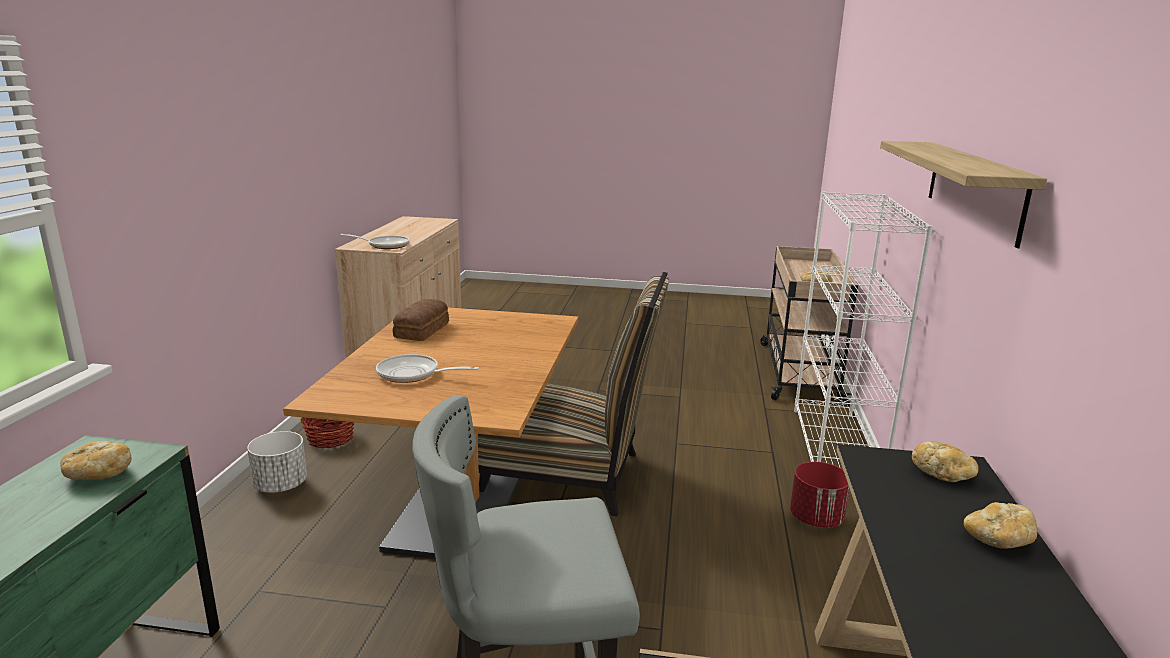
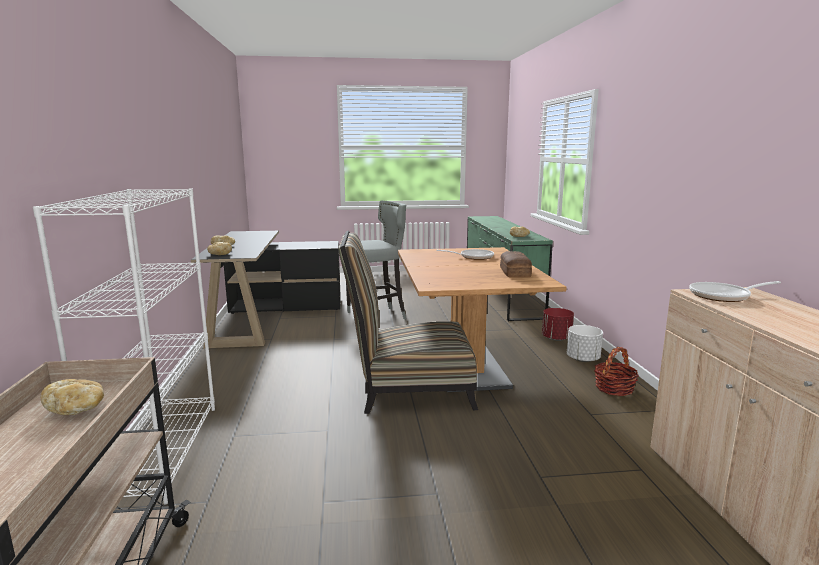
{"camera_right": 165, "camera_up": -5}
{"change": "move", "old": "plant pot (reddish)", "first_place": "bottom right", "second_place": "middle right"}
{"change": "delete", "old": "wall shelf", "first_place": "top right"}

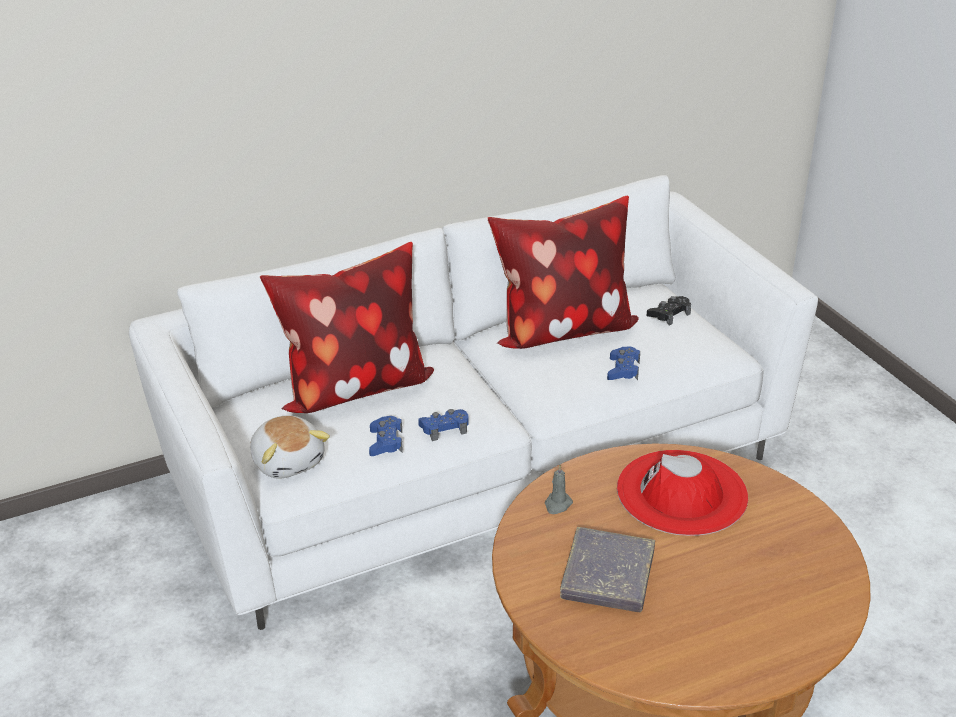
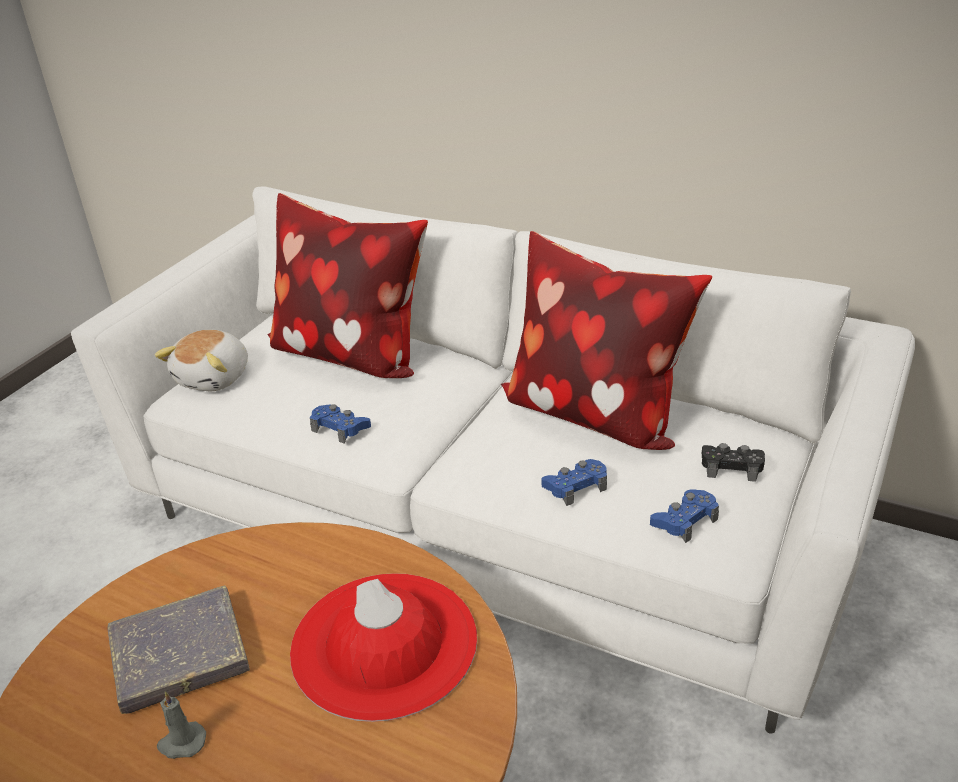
{"camera_right": 55, "camera_up": 0}
{"change": "move", "old": "wax candle (grey)", "first_place": "bottom centre", "second_place": "bottom left"}
{"change": "move", "old": "joypad (bluish) (1st from left in the first image)", "new": "joypad (bluish) (3rd from left)", "first_place": "centre", "second_place": "middle right"}

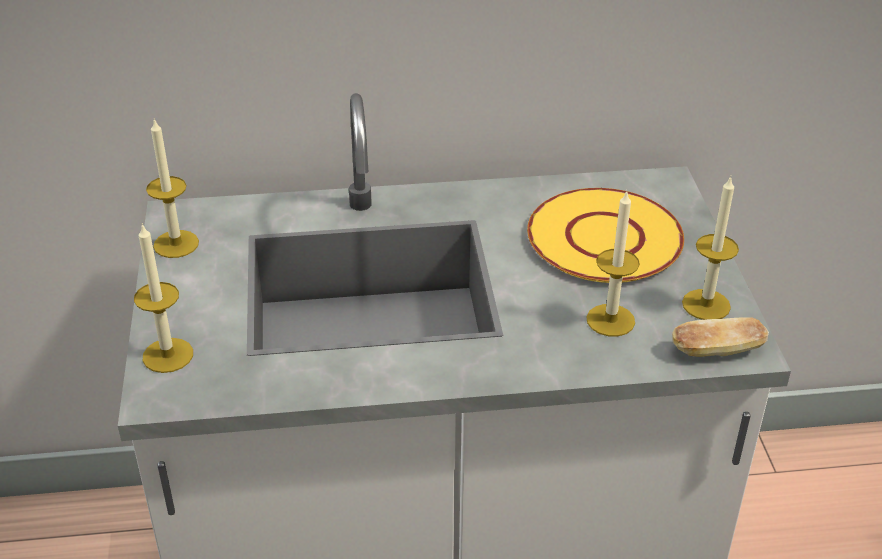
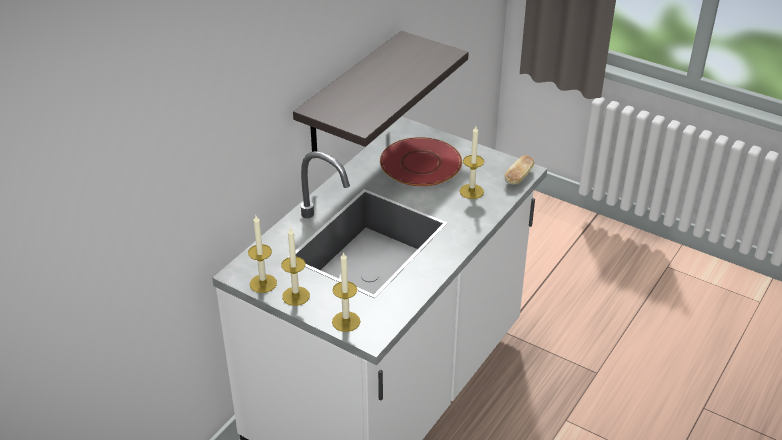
{"camera_right": -50, "camera_up": 0}
{"change": "move", "old": "wax candle (4th from left in the first image)", "new": "wax candle (2nd from left)", "first_place": "middle right", "second_place": "centre"}
{"change": "insert", "new": "wall shelf", "second_place": "top centre"}
{"change": "recolor", "old": "plate (yellow-coloured)", "new": "plate (reddish)", "first_place": "middle right", "second_place": "centre"}

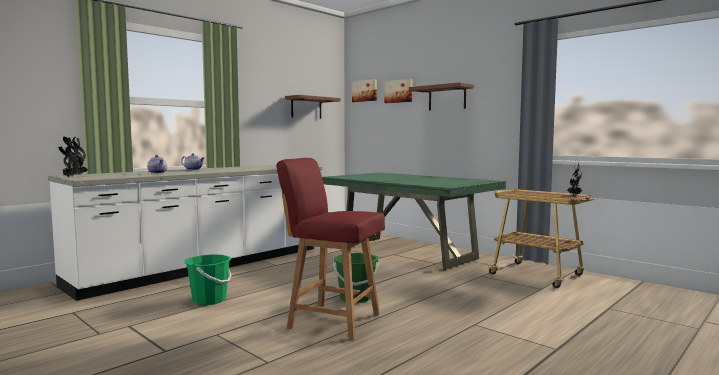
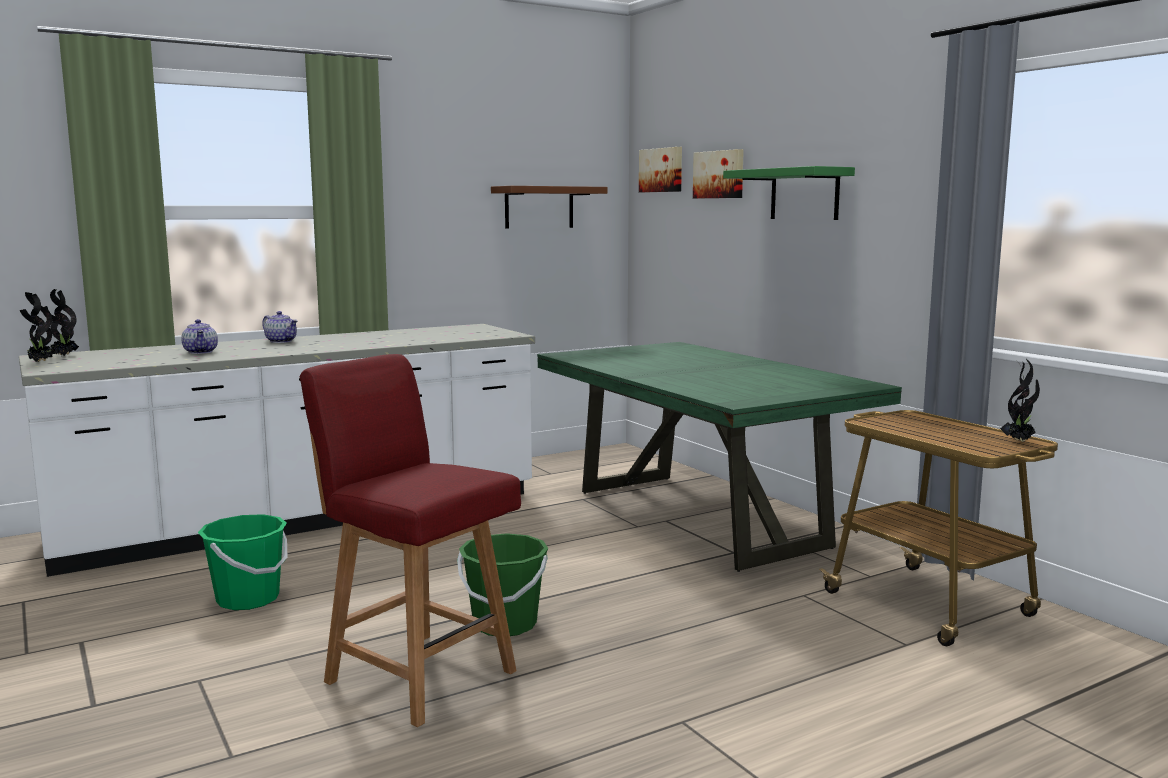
{"camera_right": 15, "camera_up": 5}
{"change": "recolor", "old": "wall shelf (brownish) (2nd from left)", "new": "wall shelf (green-coloured)", "first_place": "top centre", "second_place": "top right"}

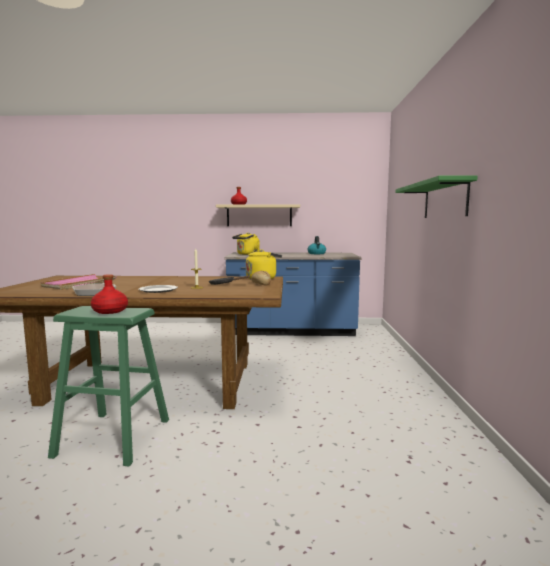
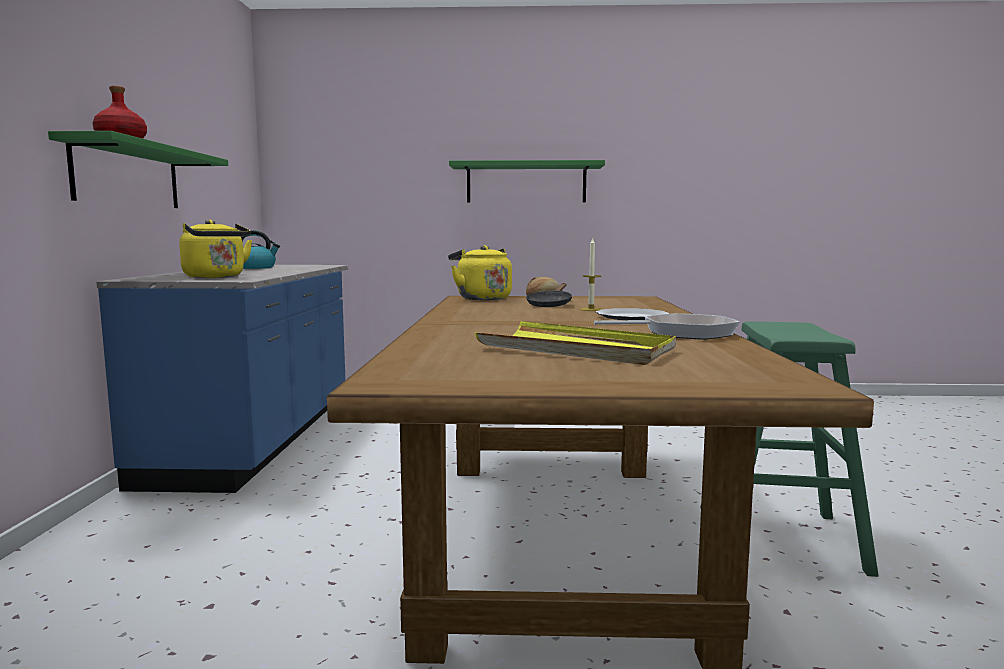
{"camera_right": -90, "camera_up": 0}
{"change": "recolor", "old": "wall shelf (sand-coloured)", "new": "wall shelf (green-coloured) (1st from left)", "first_place": "centre", "second_place": "top left"}
{"change": "recolor", "old": "tray (pinkish)", "new": "tray (yellow-coloured)", "first_place": "middle left", "second_place": "centre"}
{"change": "delete", "old": "bottle (reddish) (1st from left)", "first_place": "middle left"}

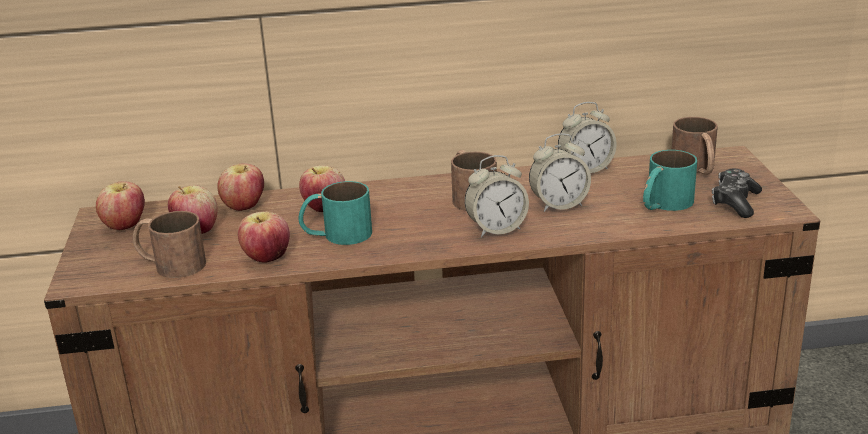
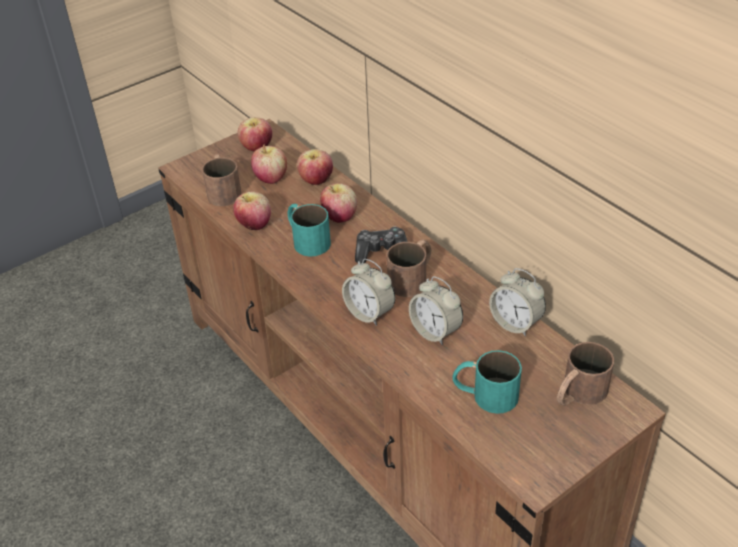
{"camera_right": 60, "camera_up": 15}
{"change": "move", "old": "joypad", "first_place": "middle right", "second_place": "centre"}

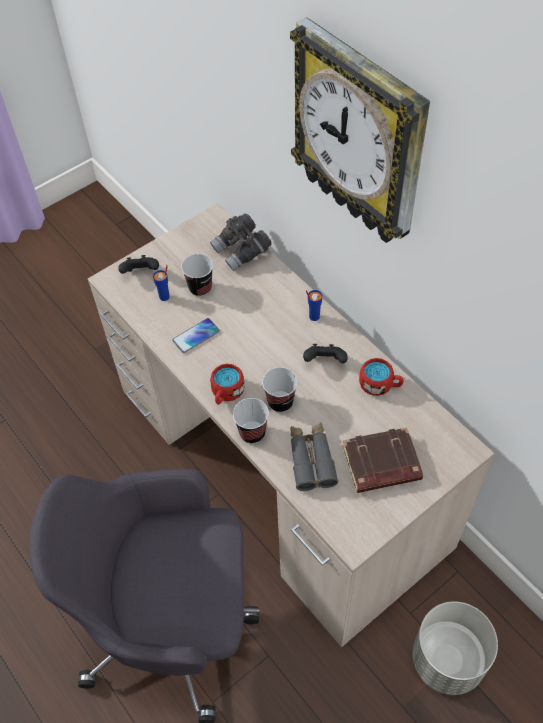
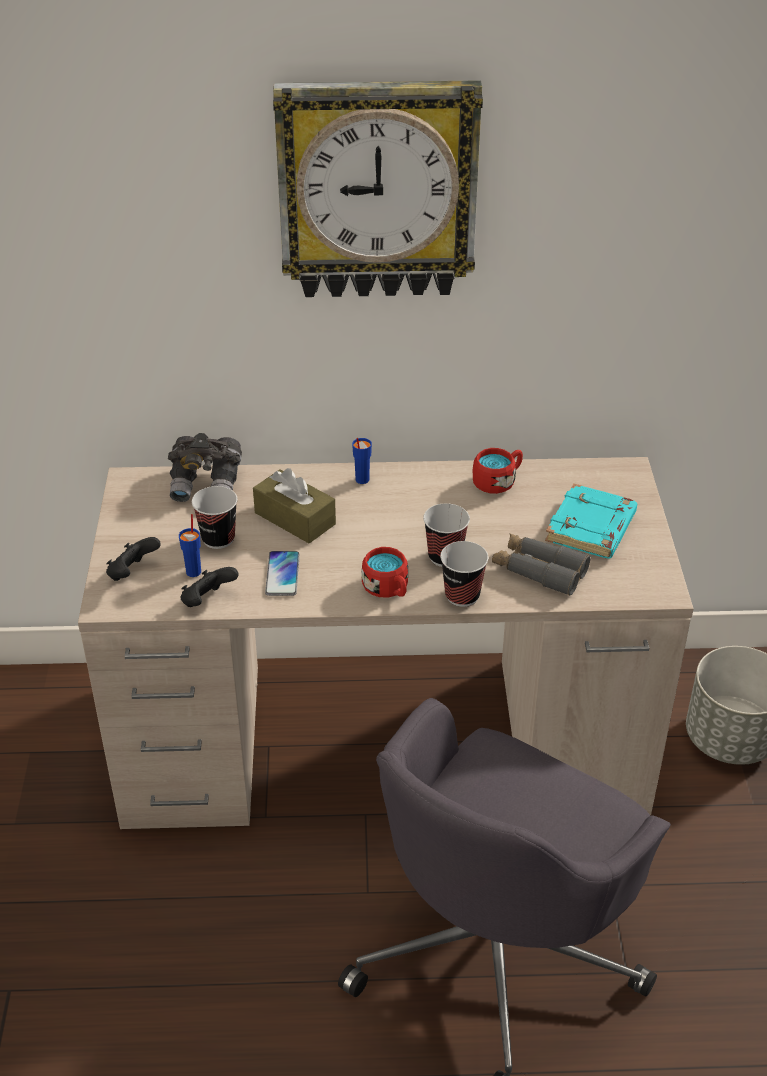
{"camera_right": -55, "camera_up": -15}
{"change": "move", "old": "joypad (black) (2nd from left)", "first_place": "centre", "second_place": "middle left"}
{"change": "insert", "new": "tissue box (brownish)", "second_place": "centre"}
{"change": "recolor", "old": "volume (brownish)", "new": "volume (turquoise)", "first_place": "middle right", "second_place": "middle right"}

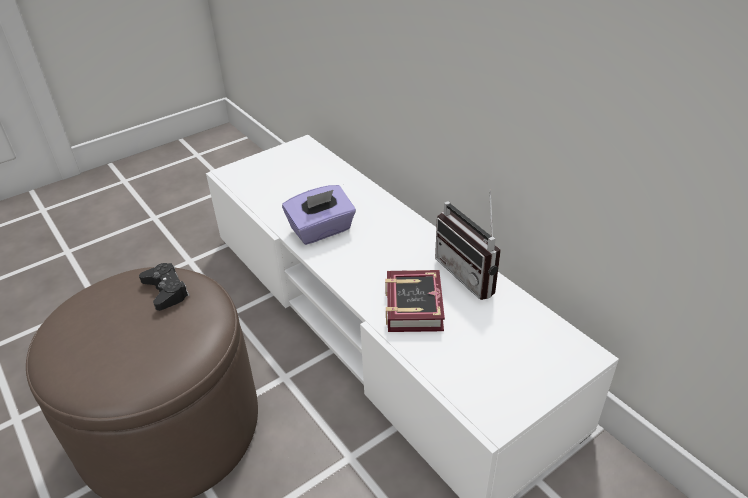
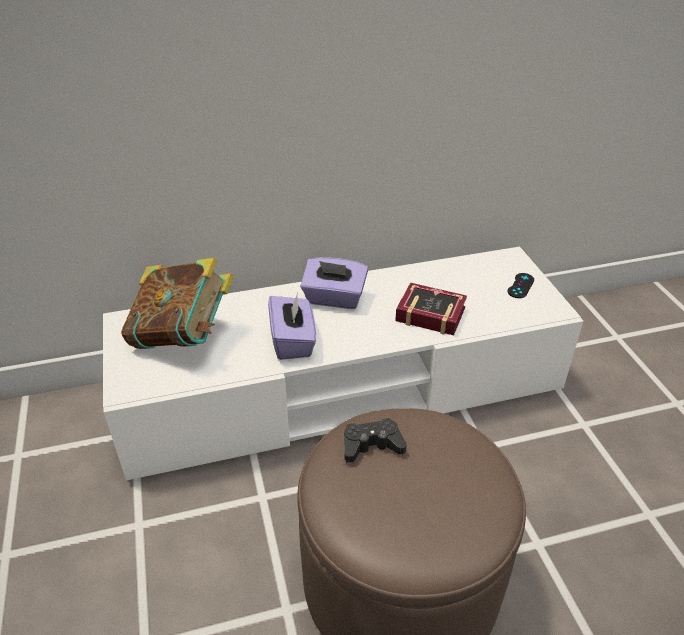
{"camera_right": -70, "camera_up": 0}
{"change": "insert", "new": "volume (1st from left)", "second_place": "middle left"}
{"change": "insert", "new": "tissue box (purplish) (2nd from left)", "second_place": "centre"}
{"change": "insert", "new": "joypad (black) (2nd from left)", "second_place": "middle right"}
{"change": "delete", "old": "radio receiver", "first_place": "centre"}

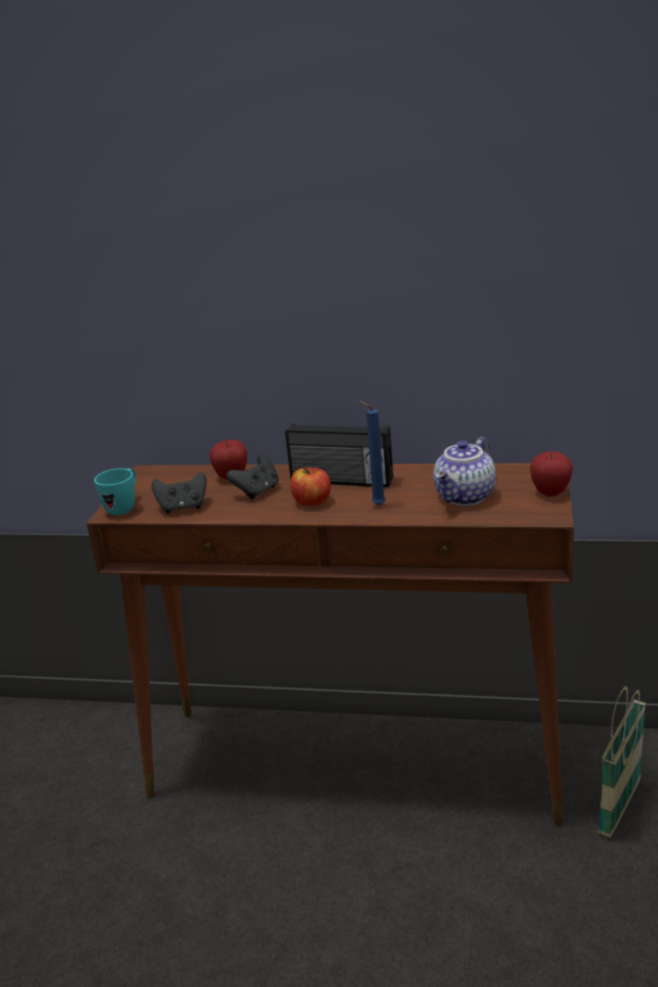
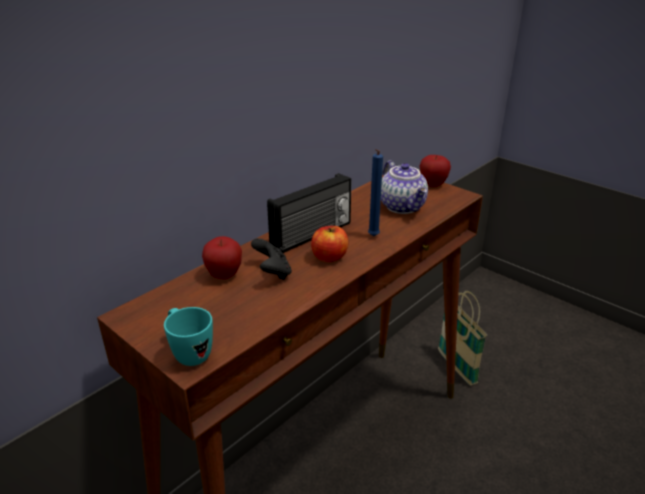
{"camera_right": -60, "camera_up": 5}
{"change": "delete", "old": "joypad (black) (1st from left)", "first_place": "middle left"}

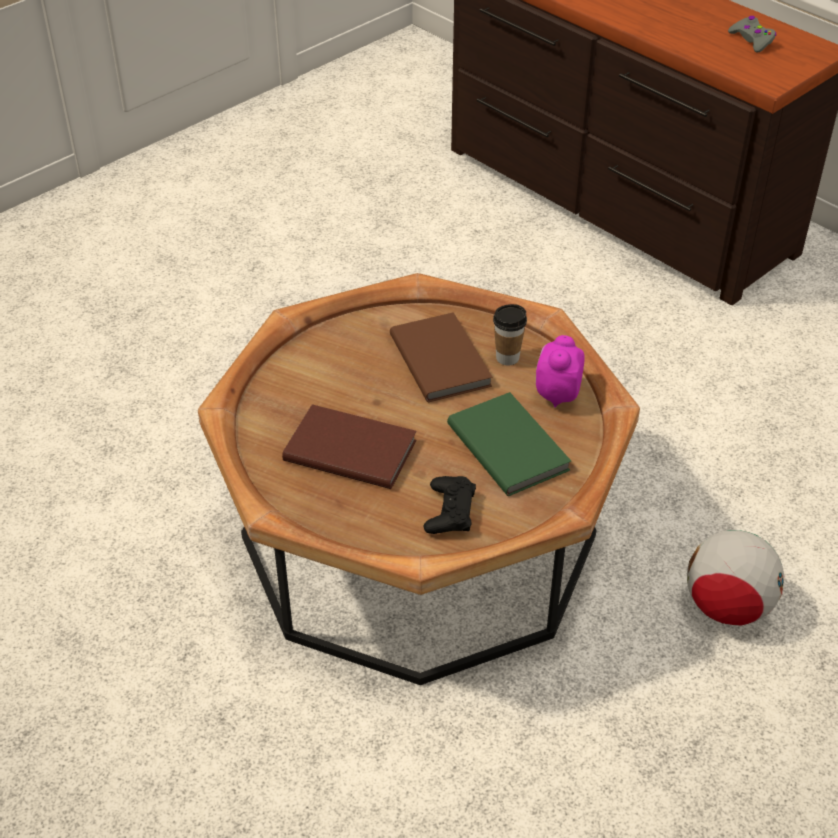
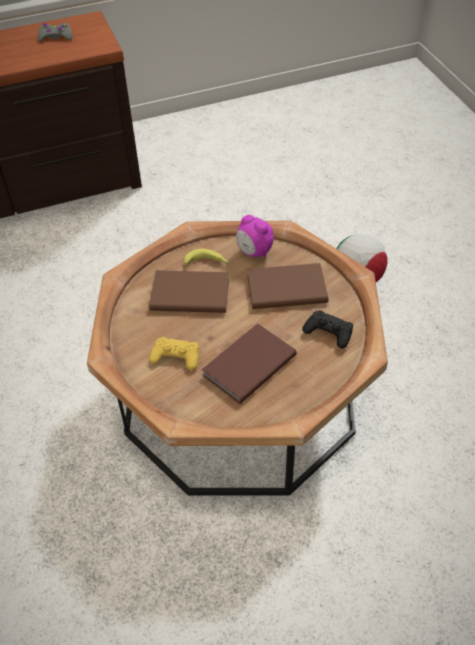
{"camera_right": -65, "camera_up": 5}
{"change": "insert", "new": "joypad (yellow-coloured)", "second_place": "centre"}
{"change": "replace", "old": "cup", "new": "whole banana", "first_place": "centre", "second_place": "centre"}
{"change": "recolor", "old": "volume (green-coloured)", "new": "volume (brownish) (3rd from left)", "first_place": "centre", "second_place": "centre"}

